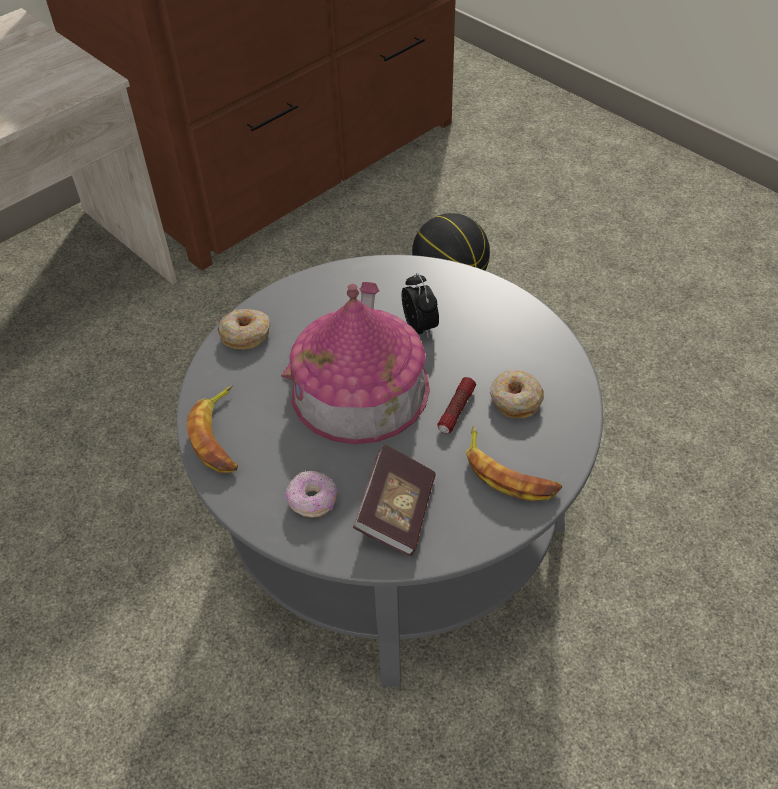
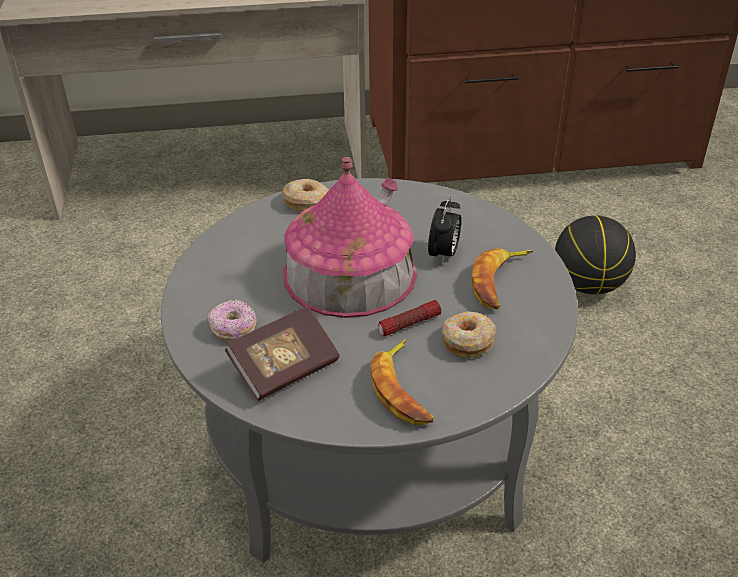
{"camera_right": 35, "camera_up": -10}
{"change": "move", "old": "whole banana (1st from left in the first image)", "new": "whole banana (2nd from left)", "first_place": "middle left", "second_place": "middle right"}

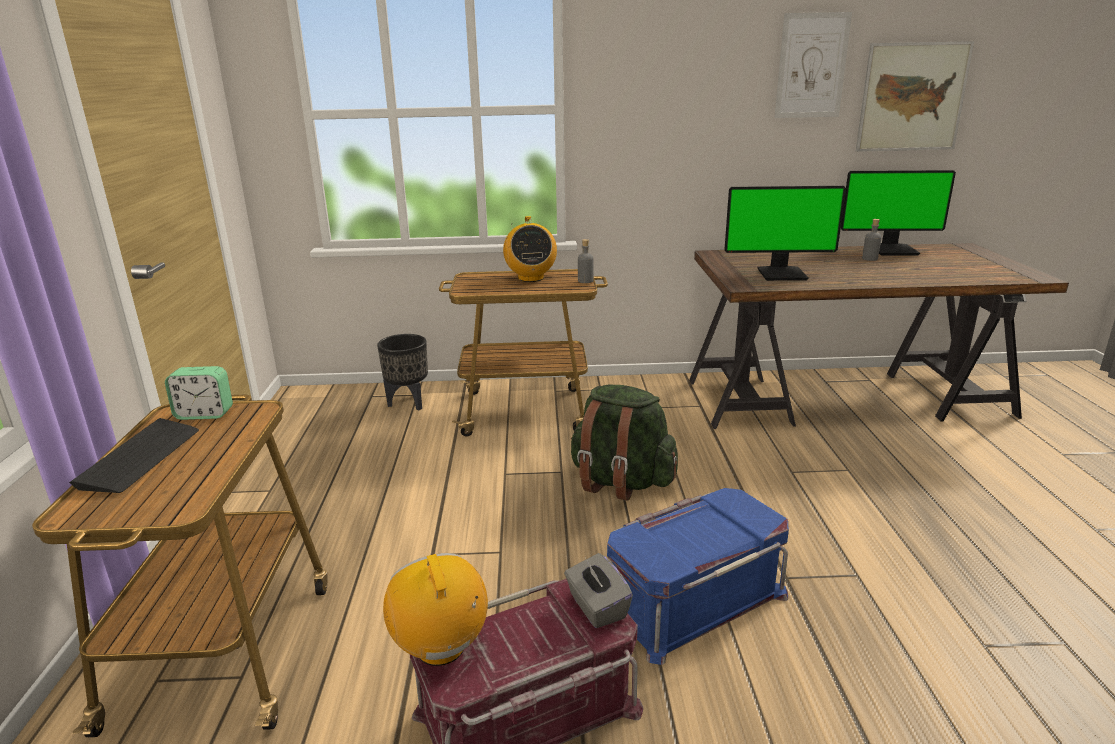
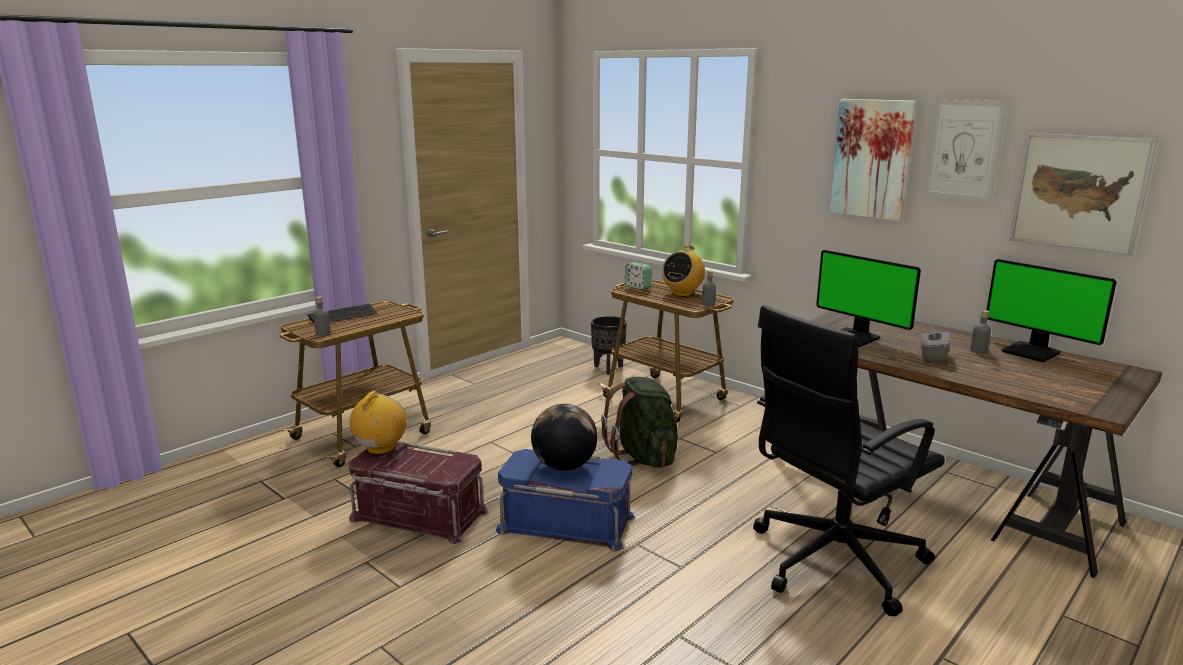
{"camera_right": 45, "camera_up": -5}
{"change": "insert", "new": "bottle (grey) (1st from left)", "second_place": "middle left"}
{"change": "insert", "new": "world globe", "second_place": "centre"}
{"change": "move", "old": "alarm clock", "first_place": "middle left", "second_place": "centre"}
{"change": "insert", "new": "computer chair (black)", "second_place": "bottom right"}
{"change": "insert", "new": "picture (1st from left)", "second_place": "top right"}
{"change": "move", "old": "tissue box (grey)", "first_place": "bottom centre", "second_place": "middle right"}

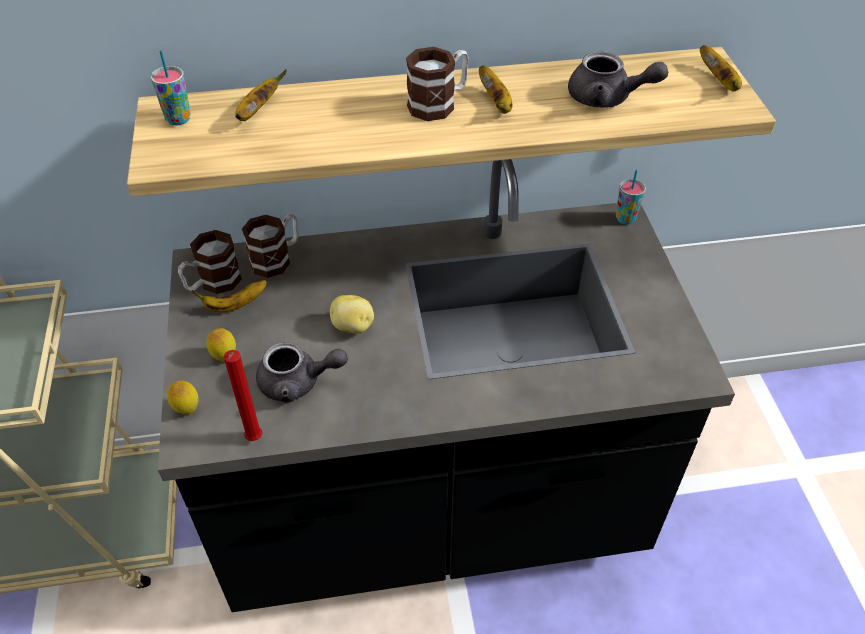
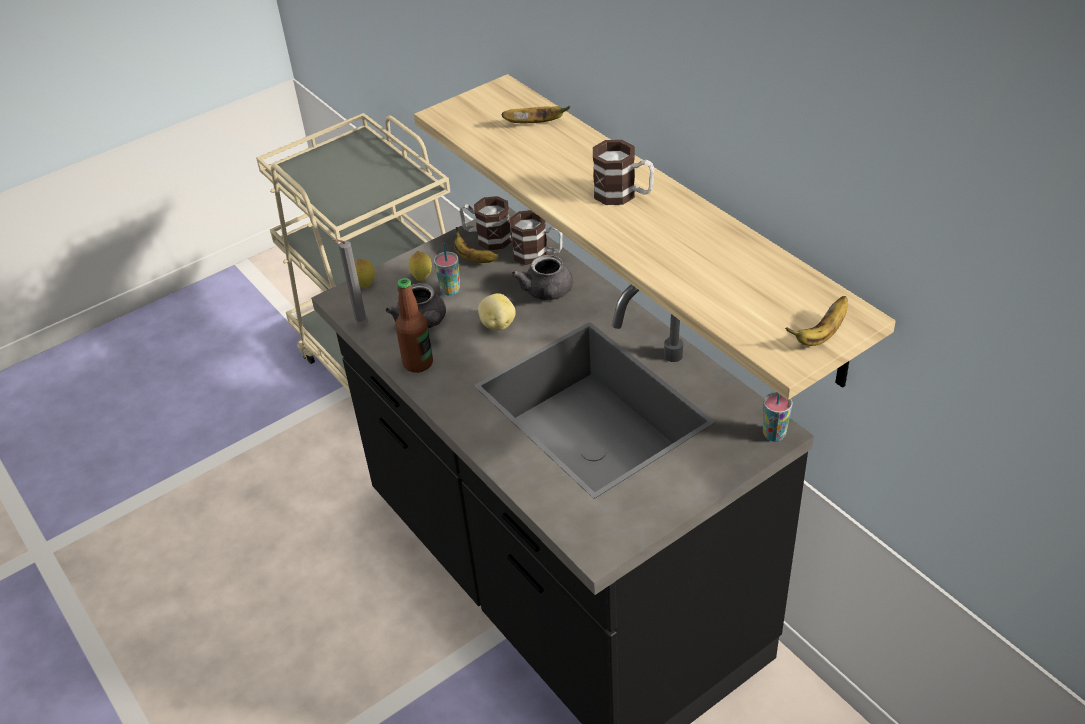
{"camera_right": 65, "camera_up": -5}
{"change": "recolor", "old": "wax candle (reddish)", "new": "wax candle (grey)", "first_place": "middle left", "second_place": "middle left"}
{"change": "insert", "new": "bottle", "second_place": "centre"}
{"change": "move", "old": "cup (1st from left)", "first_place": "top left", "second_place": "centre"}
{"change": "move", "old": "teapot (grey) (2nd from left)", "first_place": "top right", "second_place": "centre"}
{"change": "delete", "old": "whole banana (3rd from left)", "first_place": "top centre"}

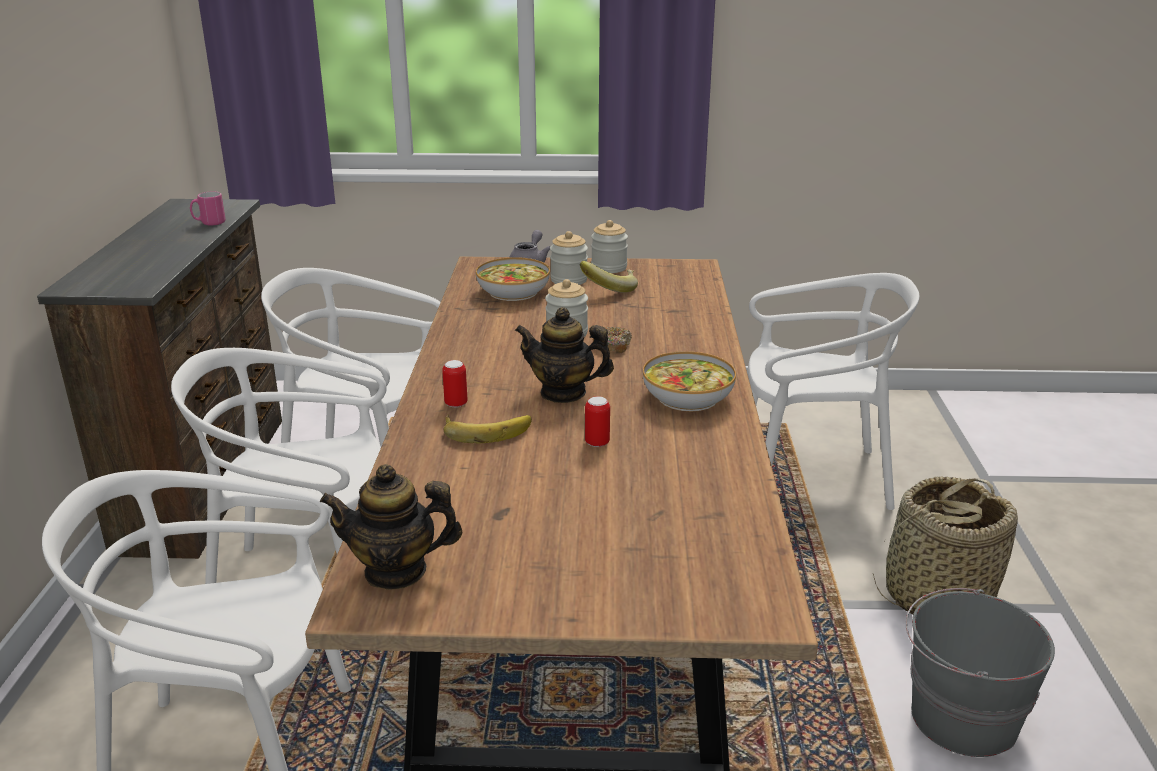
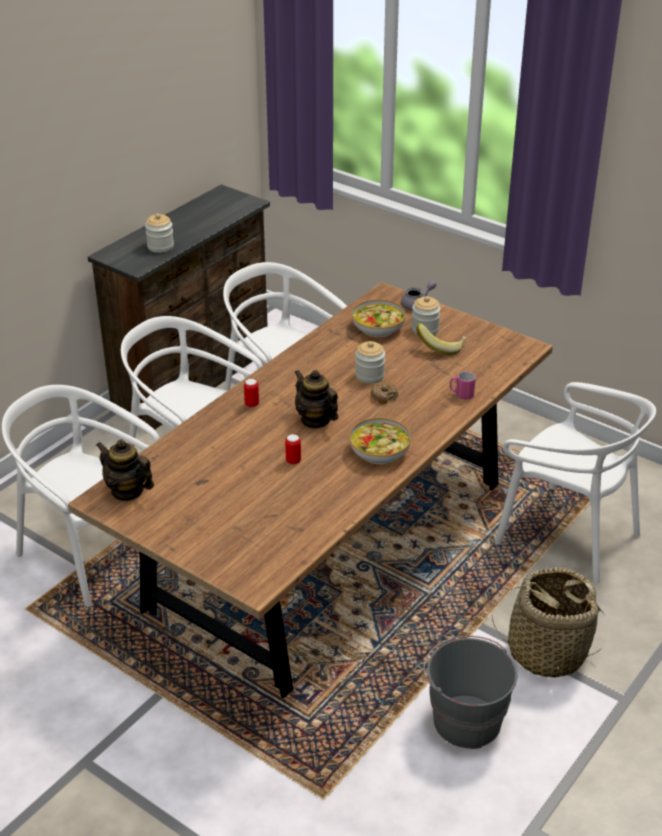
{"camera_right": 35, "camera_up": 10}
{"change": "move", "old": "preserve jar (3rd from left in the first image)", "new": "preserve jar (1st from left)", "first_place": "top centre", "second_place": "top left"}
{"change": "move", "old": "coffee mug (pinkish)", "first_place": "top left", "second_place": "middle right"}
{"change": "delete", "old": "whole banana (1st from left)", "first_place": "centre"}

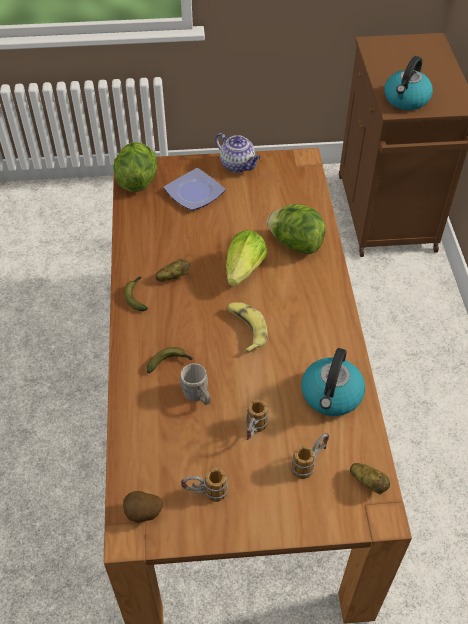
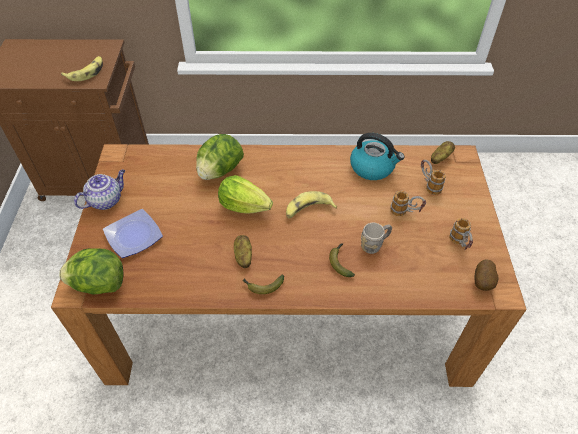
{"camera_right": -85, "camera_up": 0}
{"change": "replace", "old": "water kettle (2nd from left)", "new": "whole banana (1st from left)", "first_place": "top right", "second_place": "top left"}

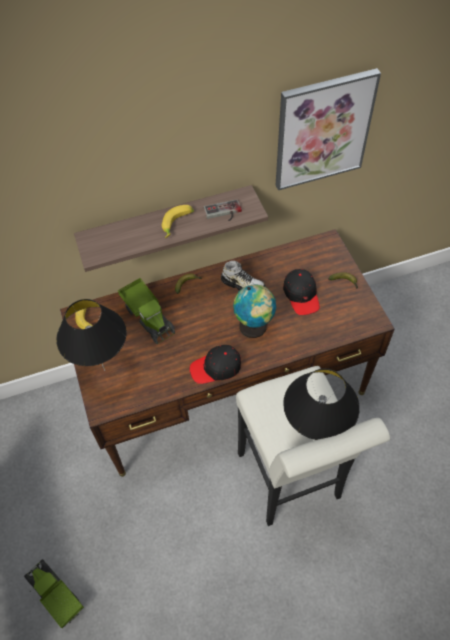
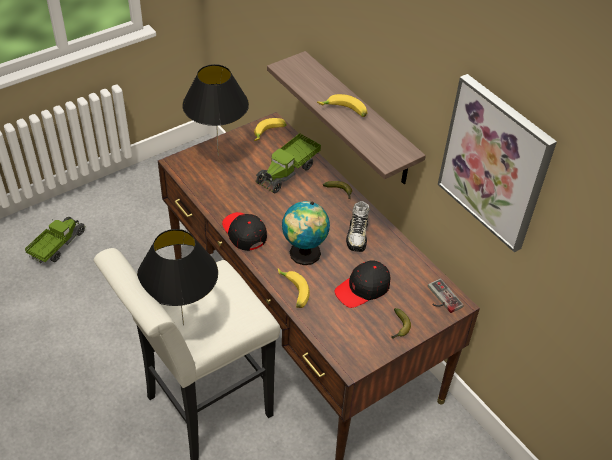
{"camera_right": 70, "camera_up": -10}
{"change": "insert", "new": "whole banana (2nd from left)", "second_place": "centre"}
{"change": "move", "old": "joypad", "first_place": "top centre", "second_place": "middle right"}

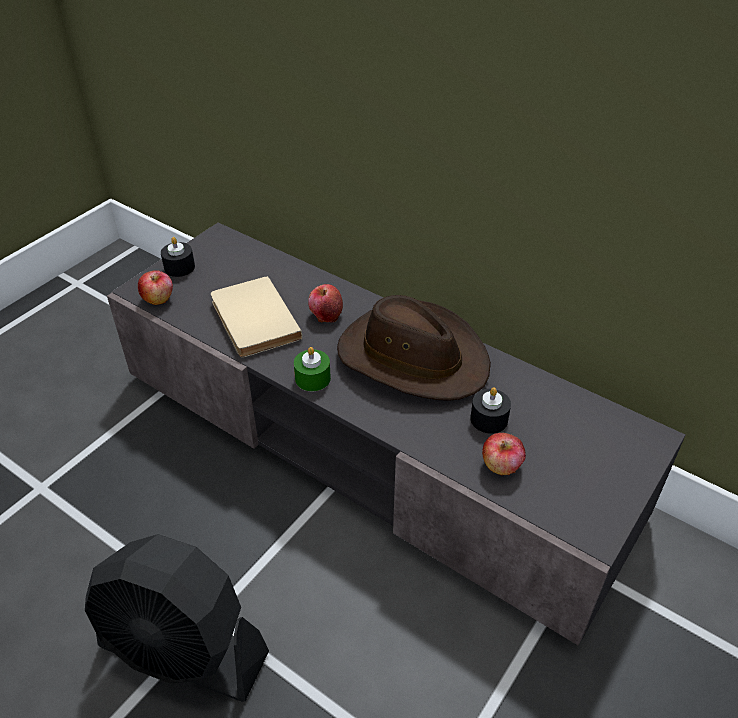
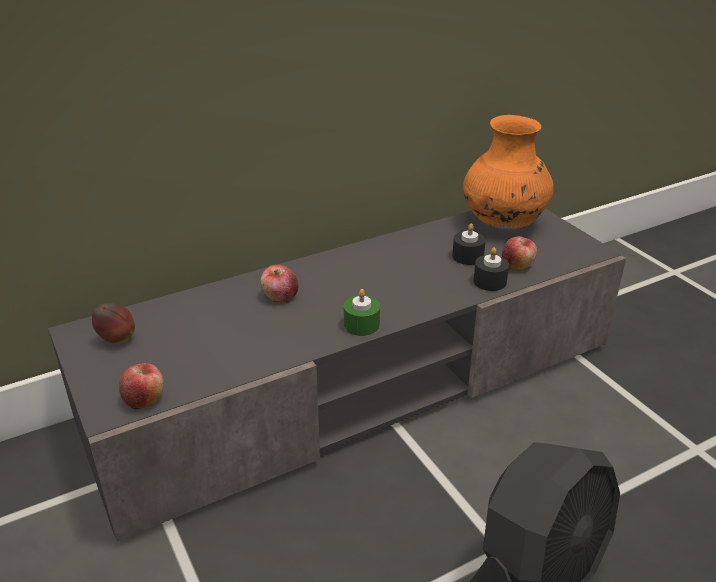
{"camera_right": -65, "camera_up": -10}
{"change": "insert", "new": "whole apple (1st from left)", "second_place": "middle left"}
{"change": "insert", "new": "decorative vase (orange)", "second_place": "top right"}
{"change": "move", "old": "wax candle (black) (1st from left in the first image)", "new": "wax candle (black) (2nd from left)", "first_place": "middle left", "second_place": "middle right"}
{"change": "delete", "old": "volume (sand-coloured)", "first_place": "centre"}
{"change": "delete", "old": "clothing hat (brownish)", "first_place": "centre"}

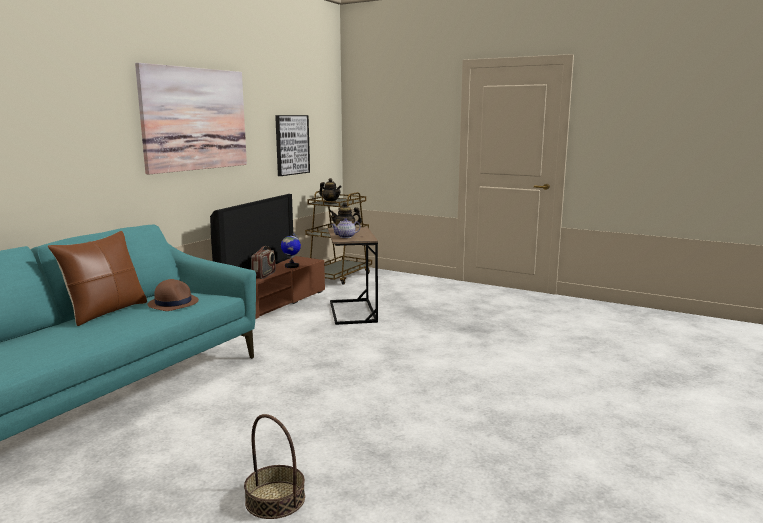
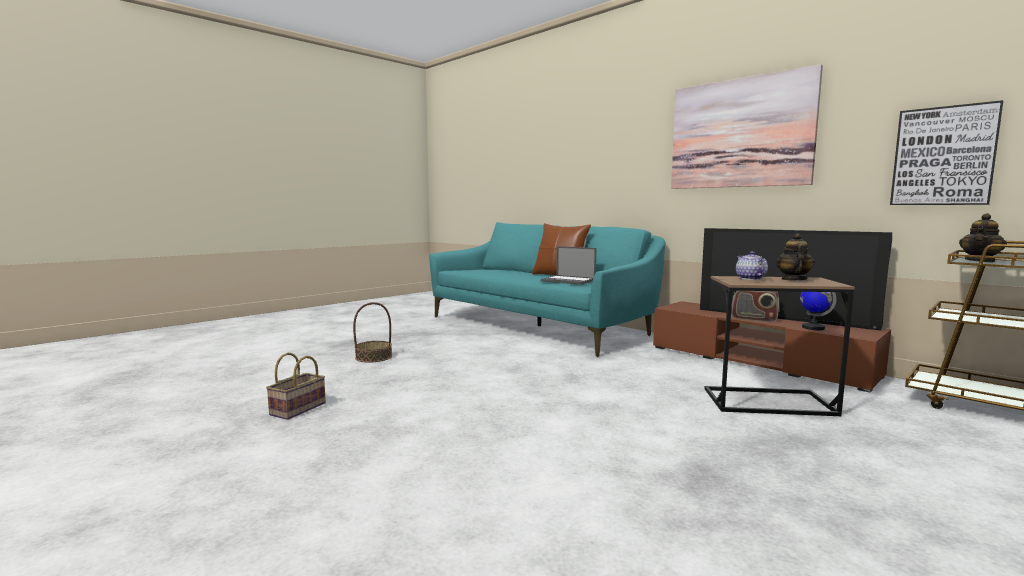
{"camera_right": 105, "camera_up": -5}
{"change": "insert", "new": "basket (1st from left)", "second_place": "bottom left"}
{"change": "replace", "old": "clothing hat (brownish)", "new": "portable computer", "first_place": "middle left", "second_place": "centre"}

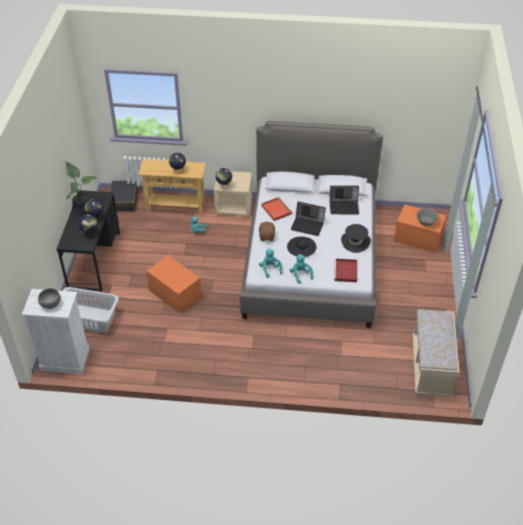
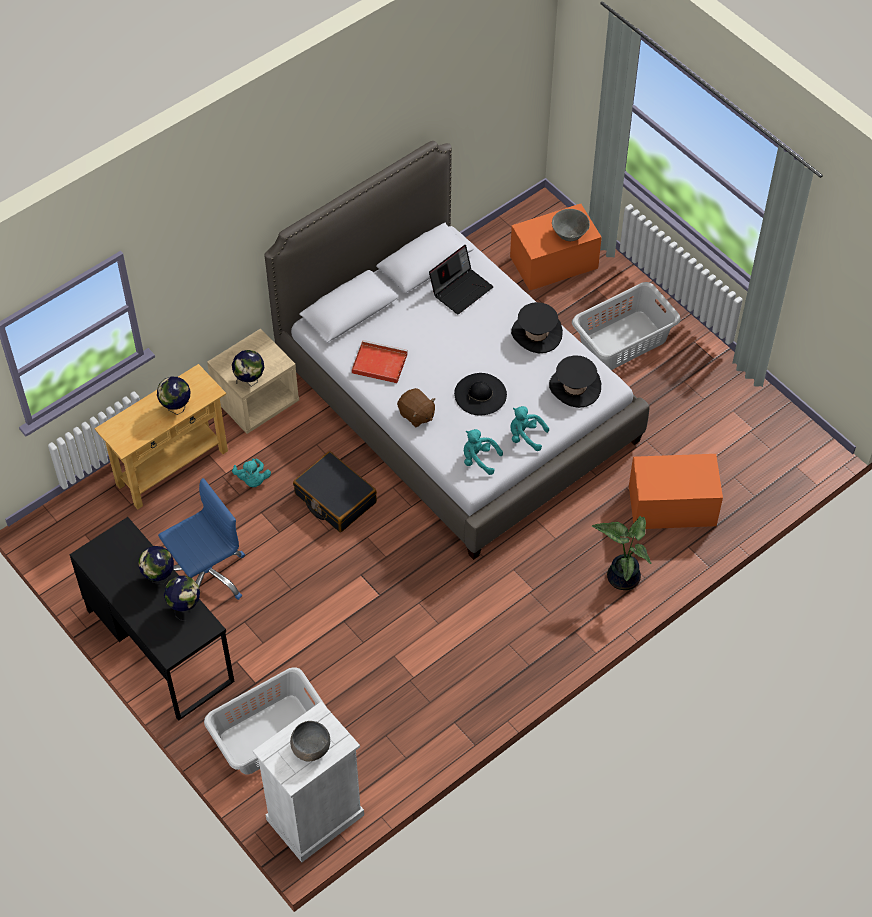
{"camera_right": -45, "camera_up": 10}
{"change": "insert", "new": "computer chair (bluish)", "second_place": "middle left"}
{"change": "move", "old": "suitcase (black)", "first_place": "middle left", "second_place": "centre"}
{"change": "replace", "old": "tray (reddish) (2nd from left)", "new": "clothing hat (black) (3rd from left)", "first_place": "centre", "second_place": "centre"}
{"change": "insert", "new": "laundry basket (grey) (2nd from left)", "second_place": "middle right"}
{"change": "move", "old": "potted plant", "first_place": "middle left", "second_place": "middle right"}
{"change": "move", "old": "storage container (orange) (1st from left in the first image)", "new": "storage container (orange) (2nd from left)", "first_place": "middle left", "second_place": "middle right"}
{"change": "delete", "old": "portable computer (1st from left)", "first_place": "centre"}
{"change": "delete", "old": "long seat (sand-coloured)", "first_place": "bottom right"}

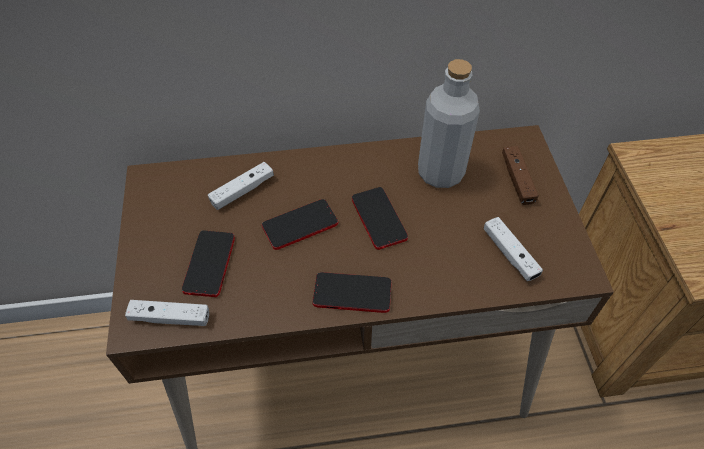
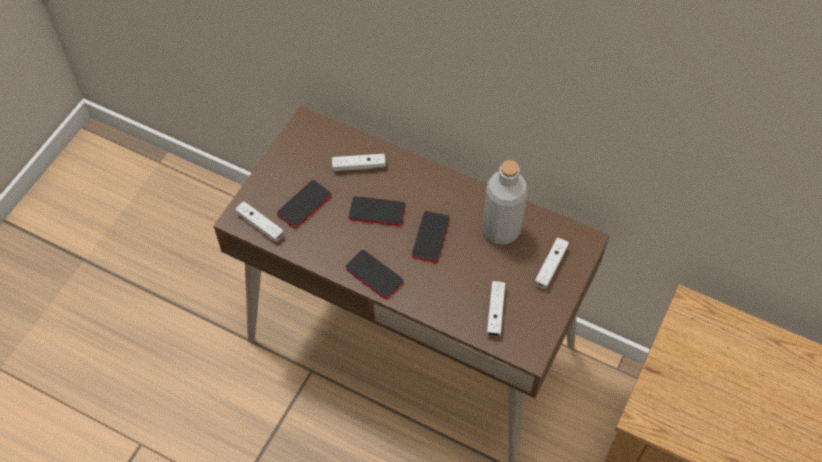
{"camera_right": 35, "camera_up": 5}
{"change": "recolor", "old": "joypad (brownish)", "new": "joypad (white) (4th from left)", "first_place": "middle right", "second_place": "middle right"}

